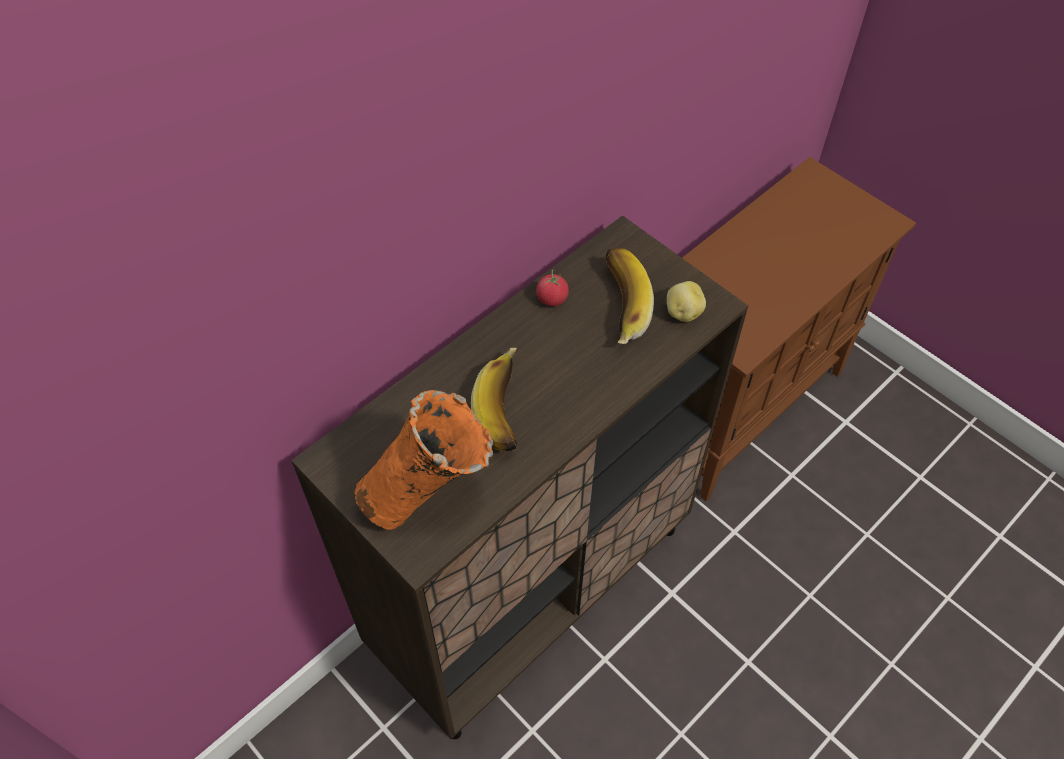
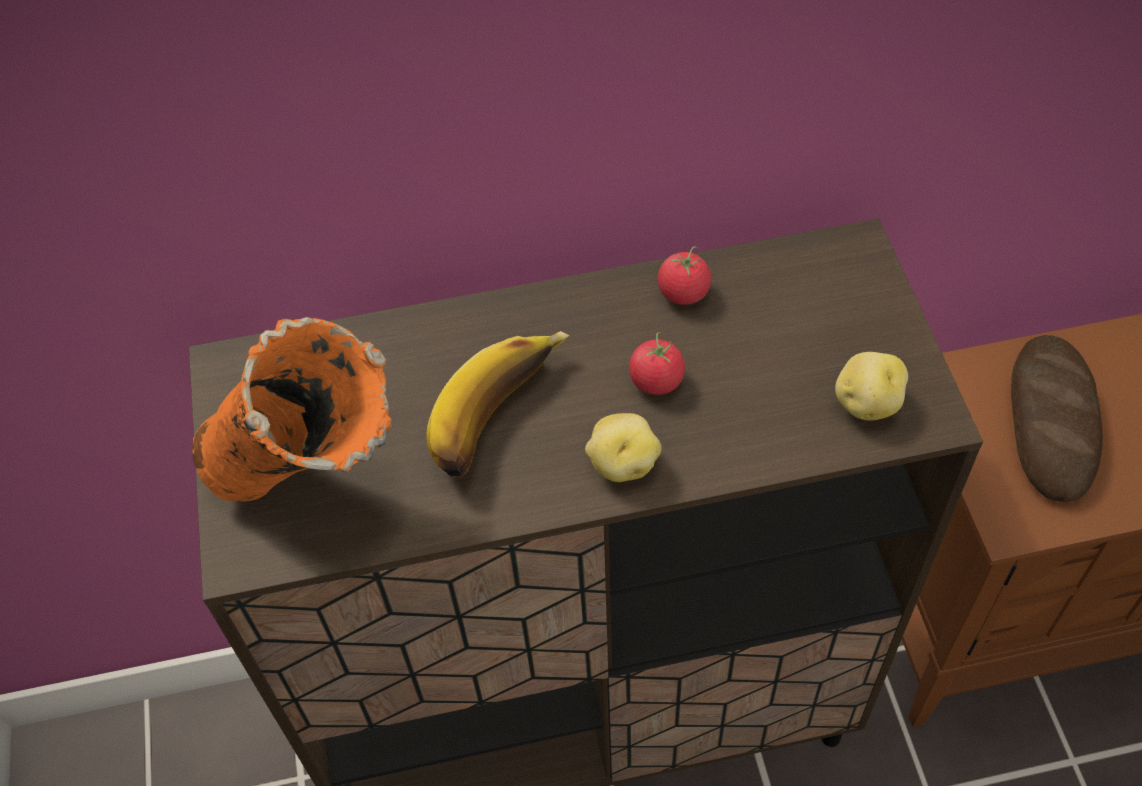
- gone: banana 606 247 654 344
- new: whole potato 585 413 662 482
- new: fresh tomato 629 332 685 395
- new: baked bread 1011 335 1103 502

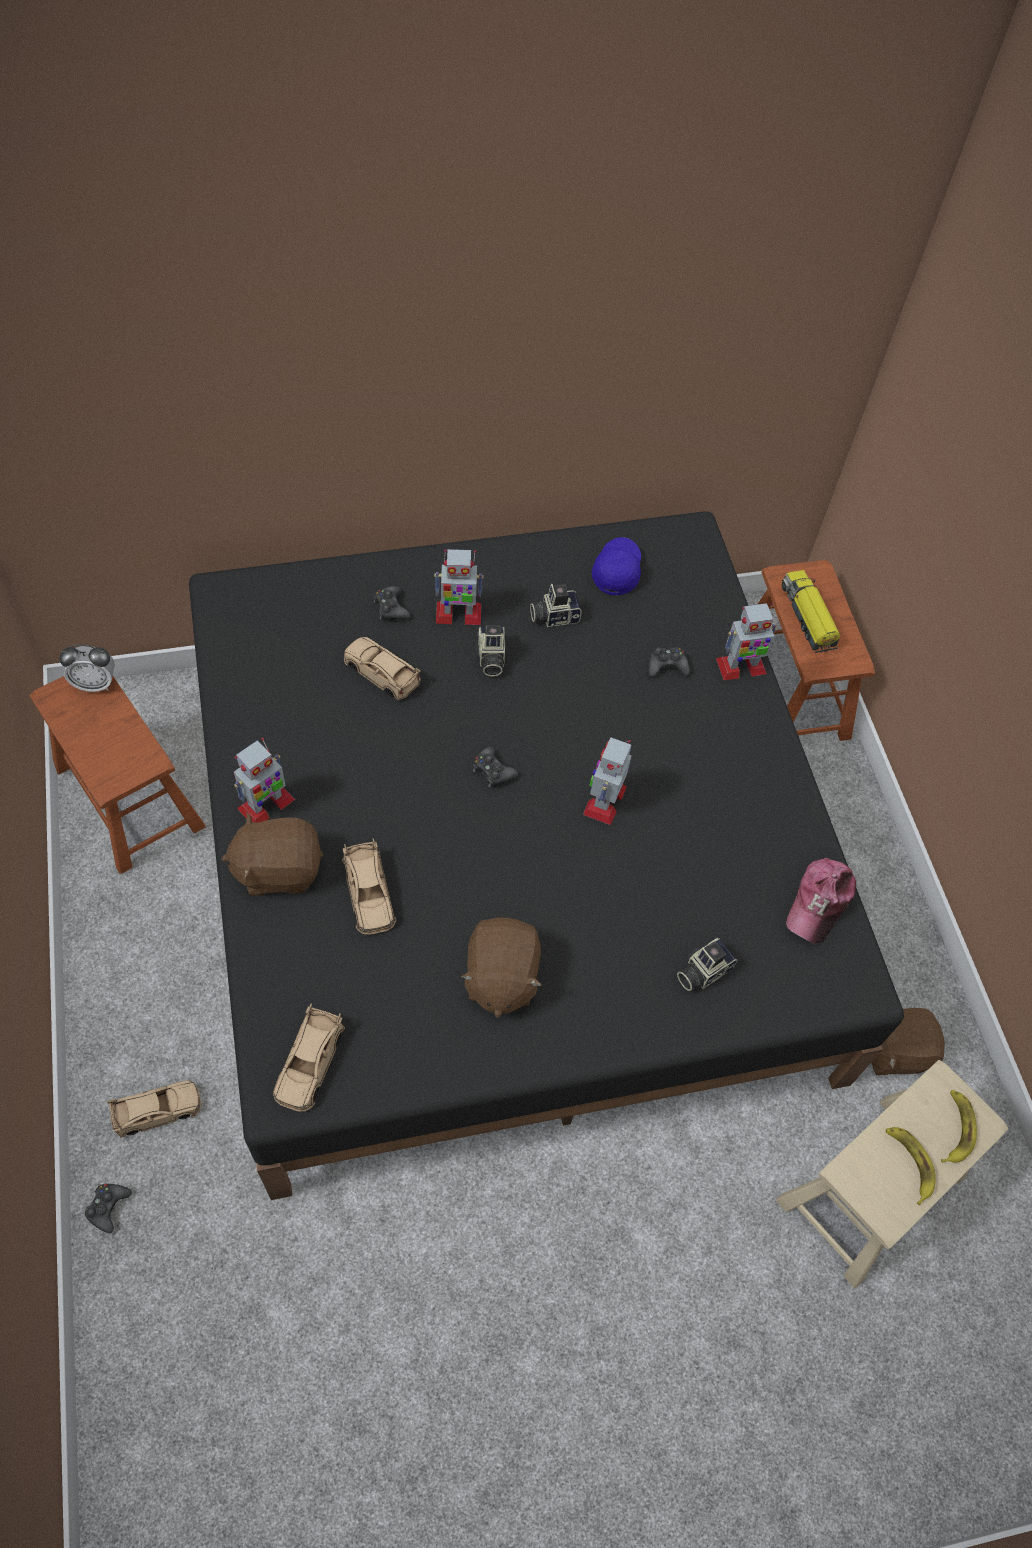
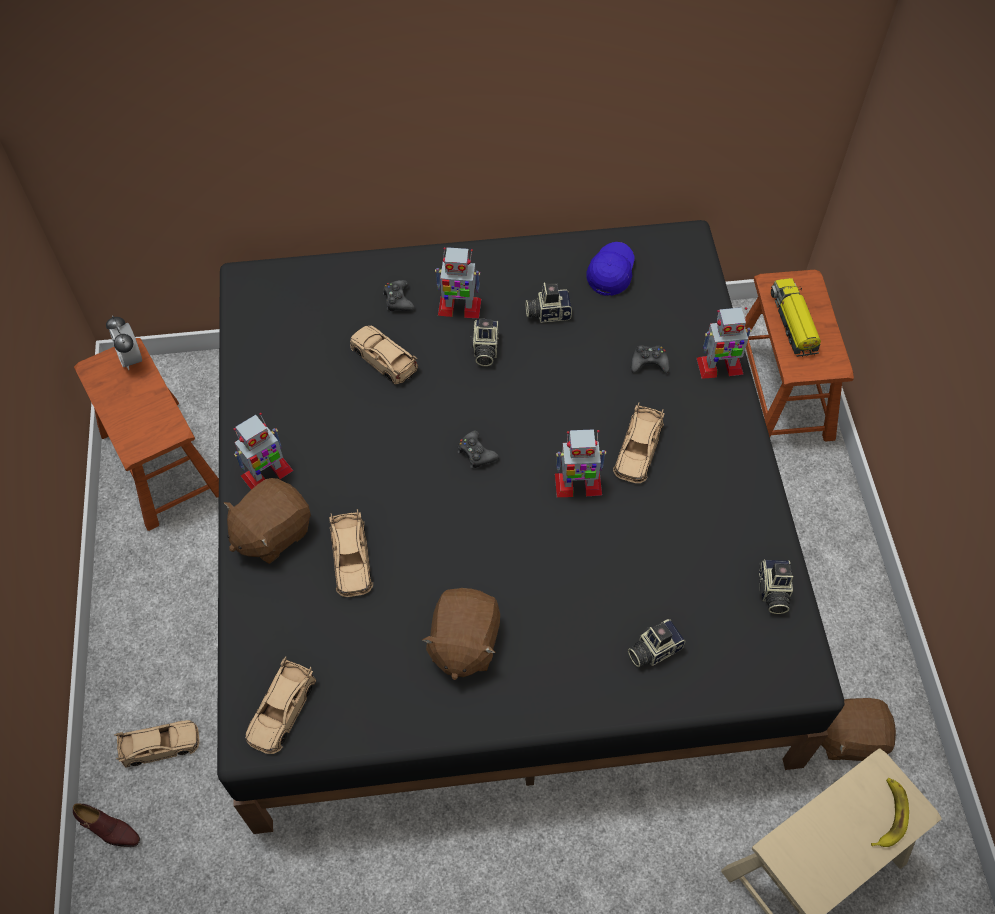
- gone: banana 886 1127 936 1205
- new: beige-coloured toy car 613 402 665 483
- swapped: black-coloured game controller 85 1184 132 1233 to brown-coloured low shoe 73 803 140 847
- swapped: peaked cap 786 858 856 943 to photo camera 759 560 793 614
- rotated: bedside clock 59 644 115 692 = 106 315 142 370 60 degrees clockwise
- rotated: brown-coloured cuddly toy 221 812 323 896 = 224 478 311 564 45 degrees counterclockwise
- rotated: toy robot 583 737 632 825 = 555 429 606 497 120 degrees counterclockwise

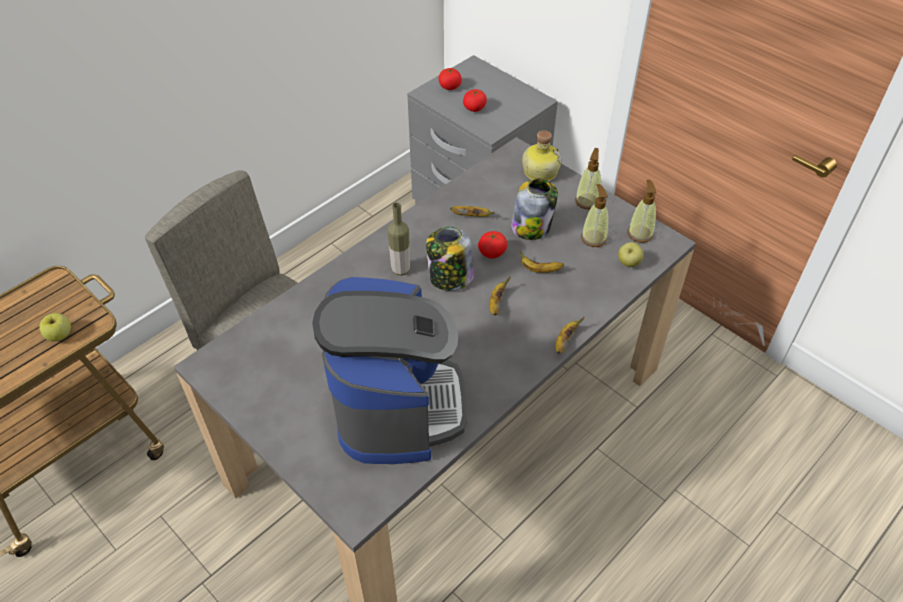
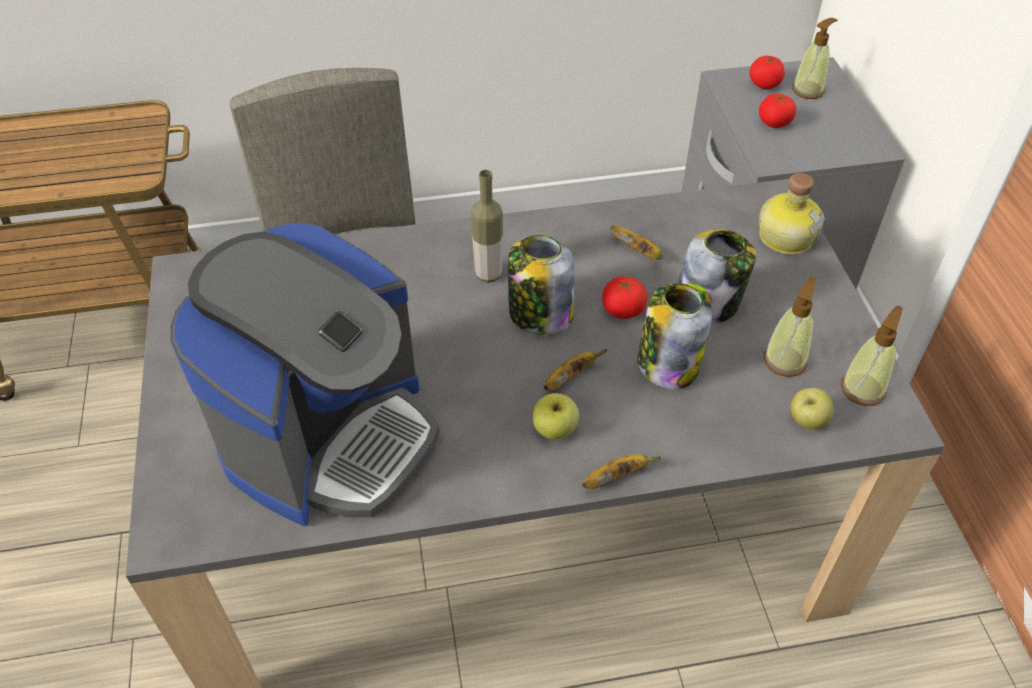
- shifted: whole apple 39 313 71 341 to 533 393 579 439
- shifted: soap dispenser 575 148 601 209 to 792 18 838 99
- swapped: banana 519 250 564 273 to jar 637 283 712 389

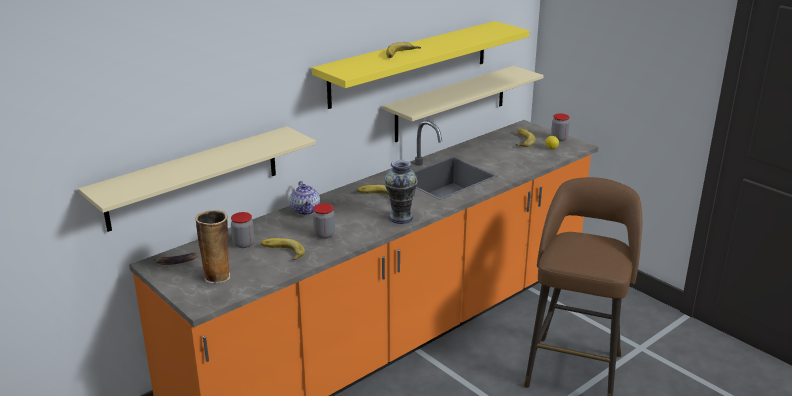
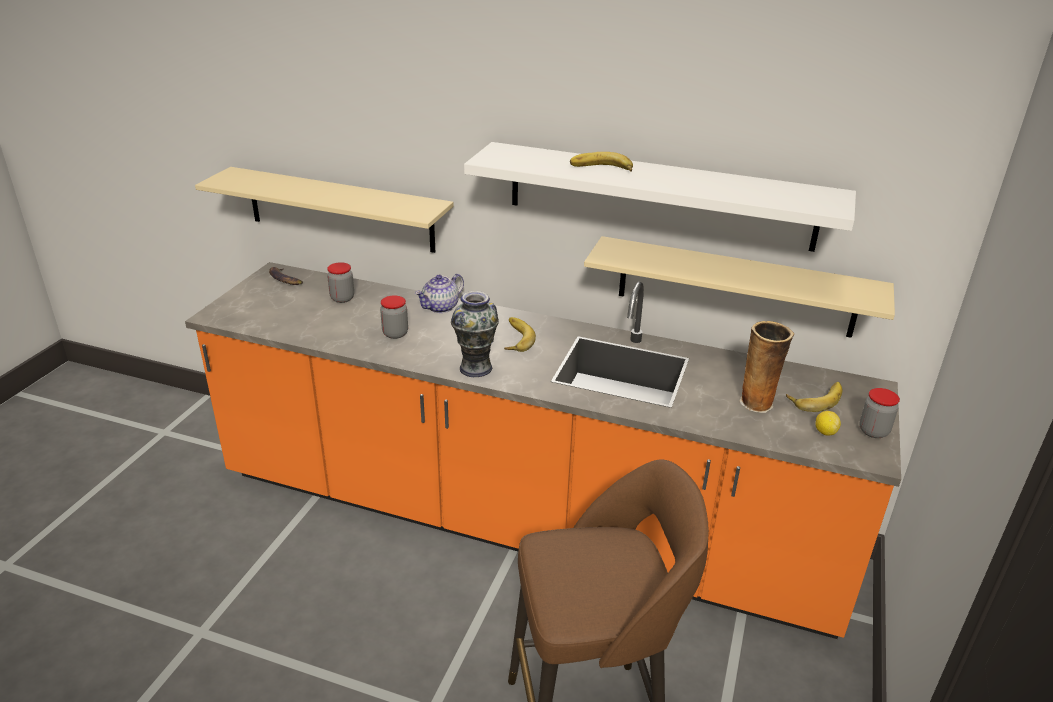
- gone: banana 261 238 305 260
- shifted: vase 196 210 230 283 to 739 321 794 413
- repainted: yellowish bracket shelf 312 21 529 109 to white-coloured bracket shelf 464 142 856 252

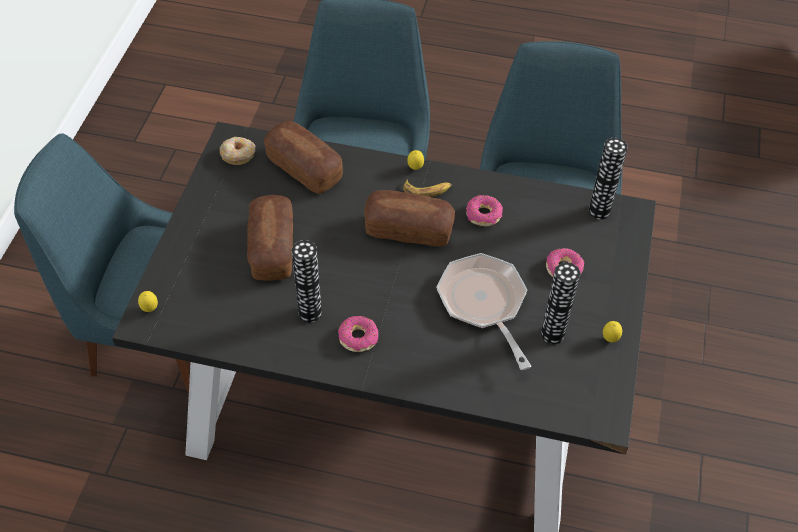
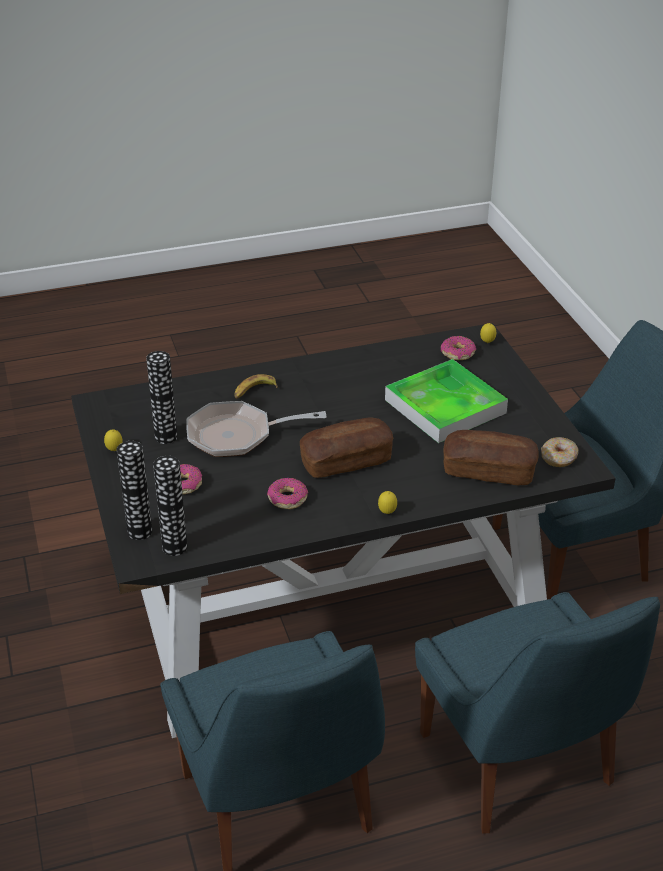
- shifted: vase 291 240 322 323 to 117 441 152 540
- shifted: donut 338 316 378 352 to 441 336 476 360
- shifted: banana 403 179 452 197 to 235 374 278 399
- swapped: baked bread 247 195 293 281 to serving tray 385 359 508 443
- rotated: pan 436 253 531 370 = 186 401 327 457 135 degrees clockwise

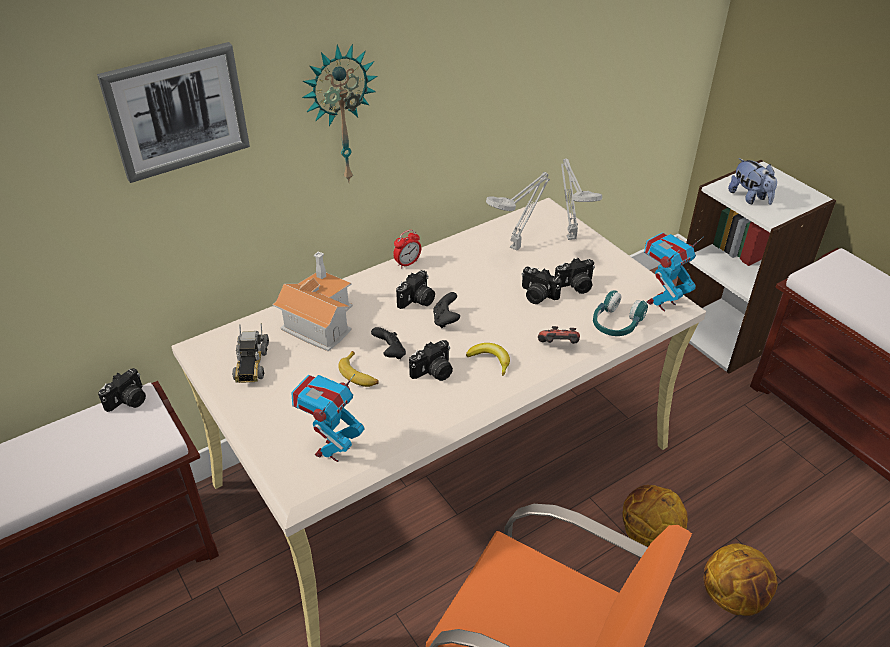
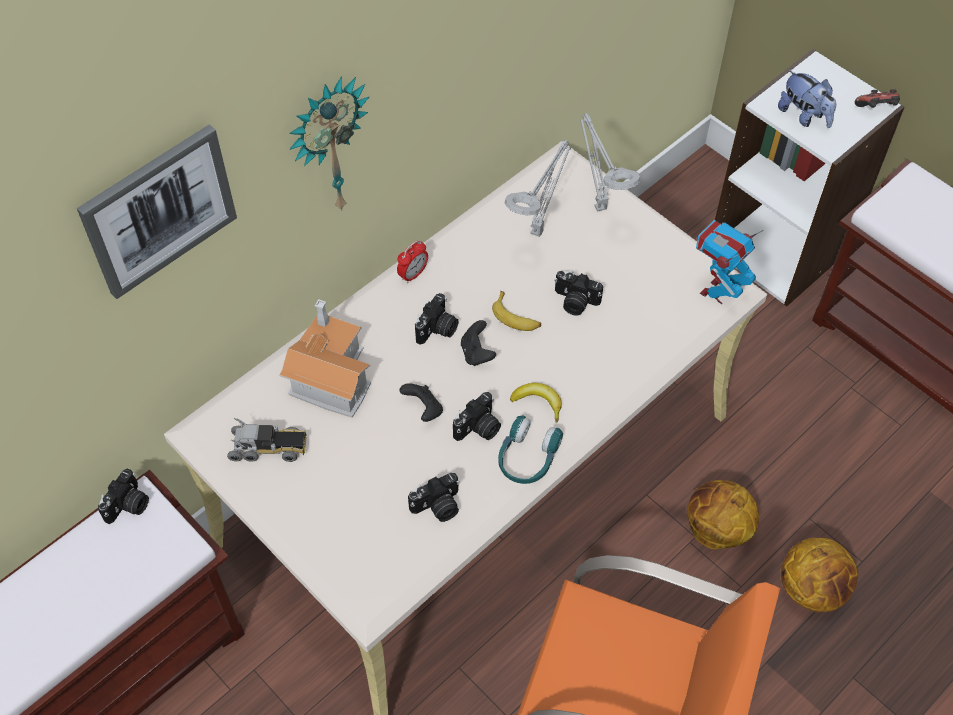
- gone: toy robot 291 374 364 462
- shifted: banana 338 351 379 387 to 492 291 541 331
- shifted: game controller 538 326 580 344 to 855 89 900 108
- shifted: photo camera 555 258 595 294 to 408 473 460 522
- shifted: blue-green headset 593 291 648 336 to 498 415 563 484
- rotated: toy lorry 232 323 269 383 = 227 418 307 462 75 degrees counterclockwise

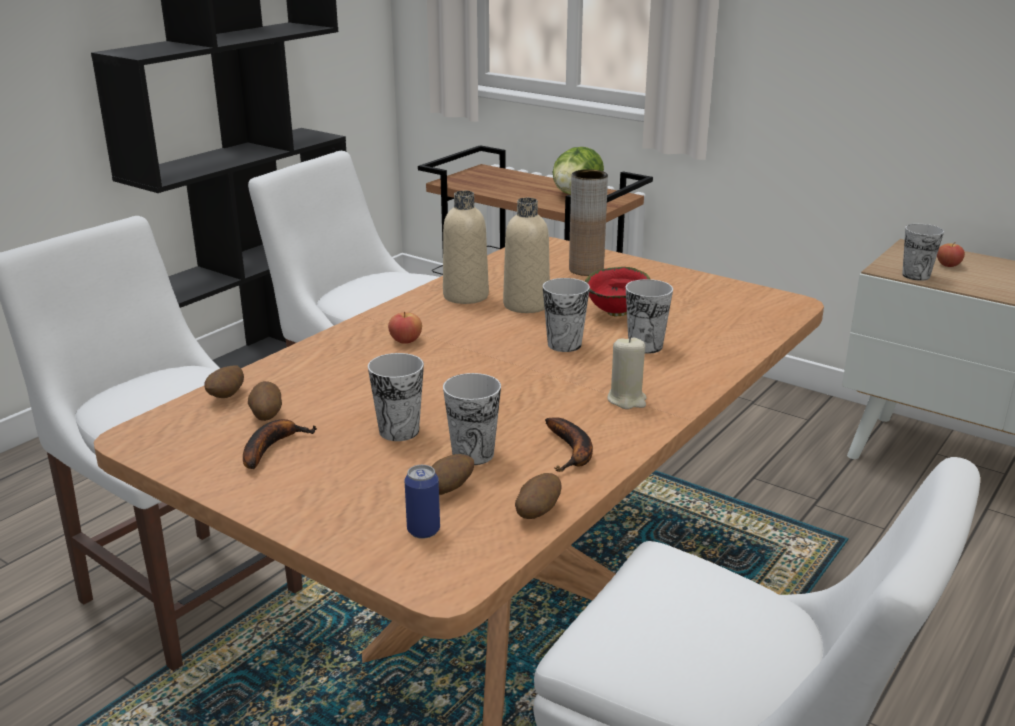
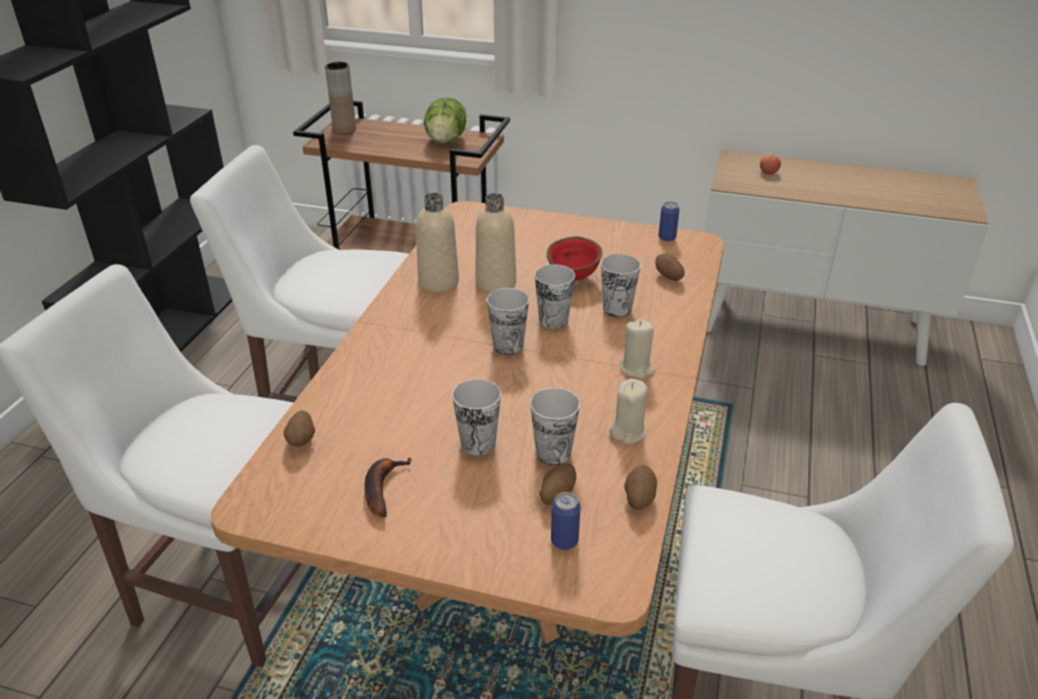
- gone: whole apple 388 311 422 344
- new: sealed can 659 201 679 242
- shifted: whole potato 248 381 282 421 to 655 254 685 281
- shifted: brown-coloured vase 569 169 608 276 to 325 62 356 134
- shifted: drinking cup 902 224 944 281 to 487 288 529 355
- swapped: banana 545 417 593 472 to beige-coloured candle 609 378 648 444

